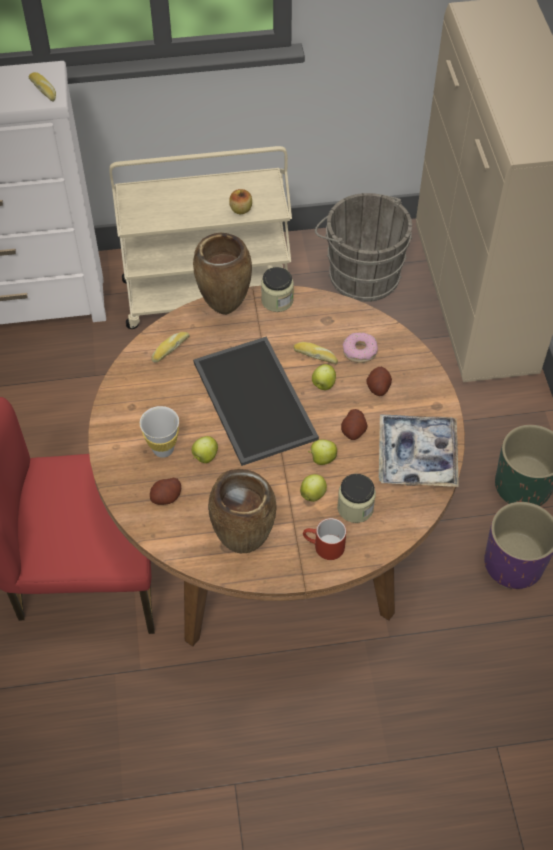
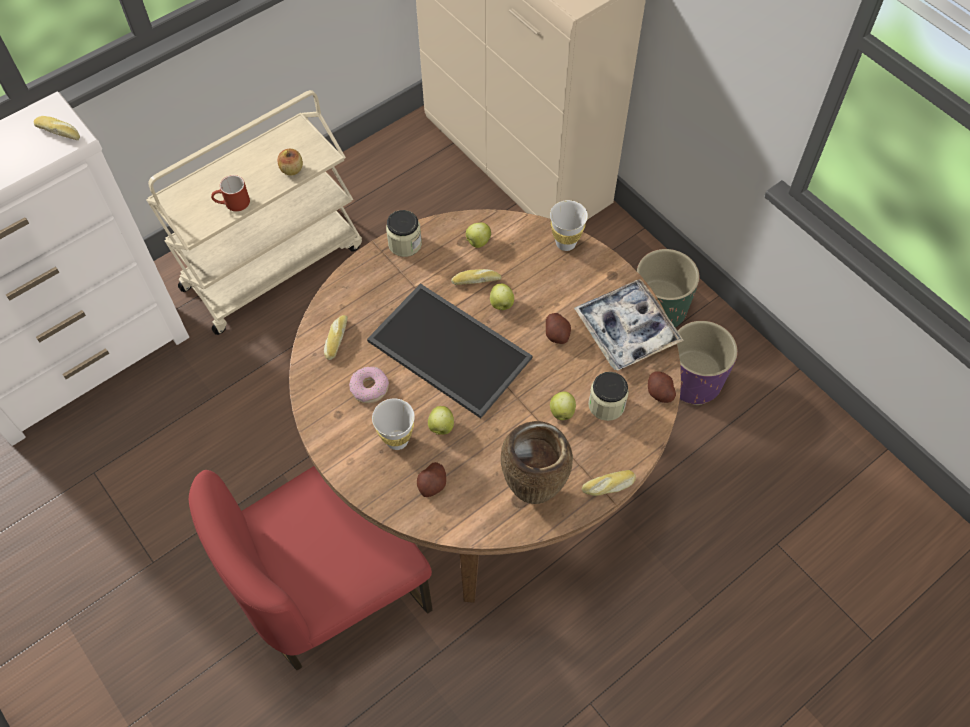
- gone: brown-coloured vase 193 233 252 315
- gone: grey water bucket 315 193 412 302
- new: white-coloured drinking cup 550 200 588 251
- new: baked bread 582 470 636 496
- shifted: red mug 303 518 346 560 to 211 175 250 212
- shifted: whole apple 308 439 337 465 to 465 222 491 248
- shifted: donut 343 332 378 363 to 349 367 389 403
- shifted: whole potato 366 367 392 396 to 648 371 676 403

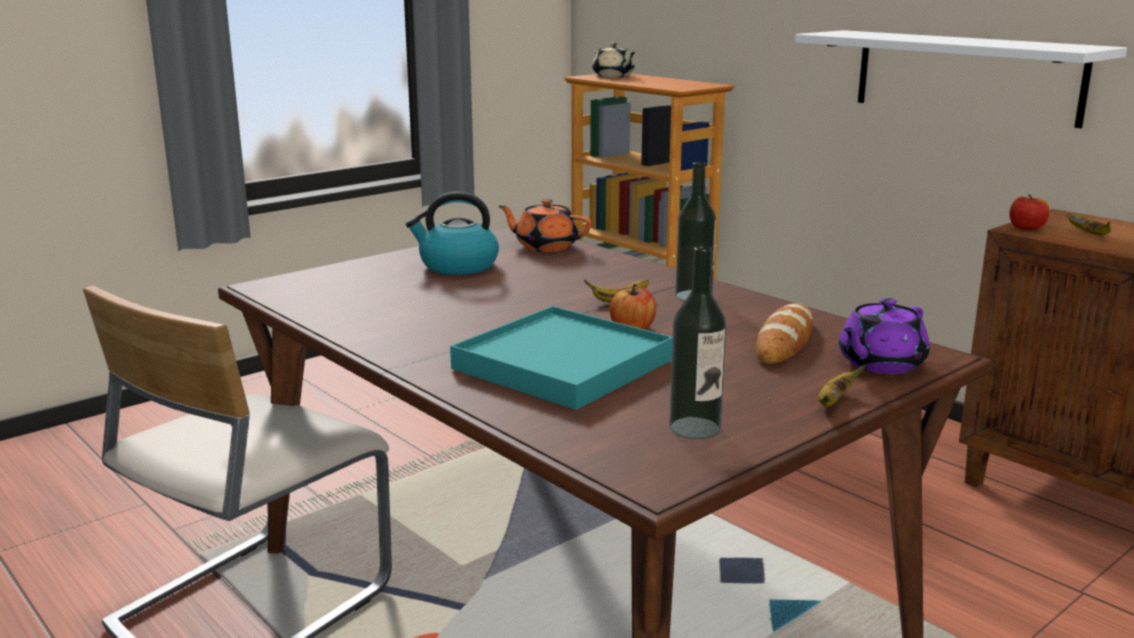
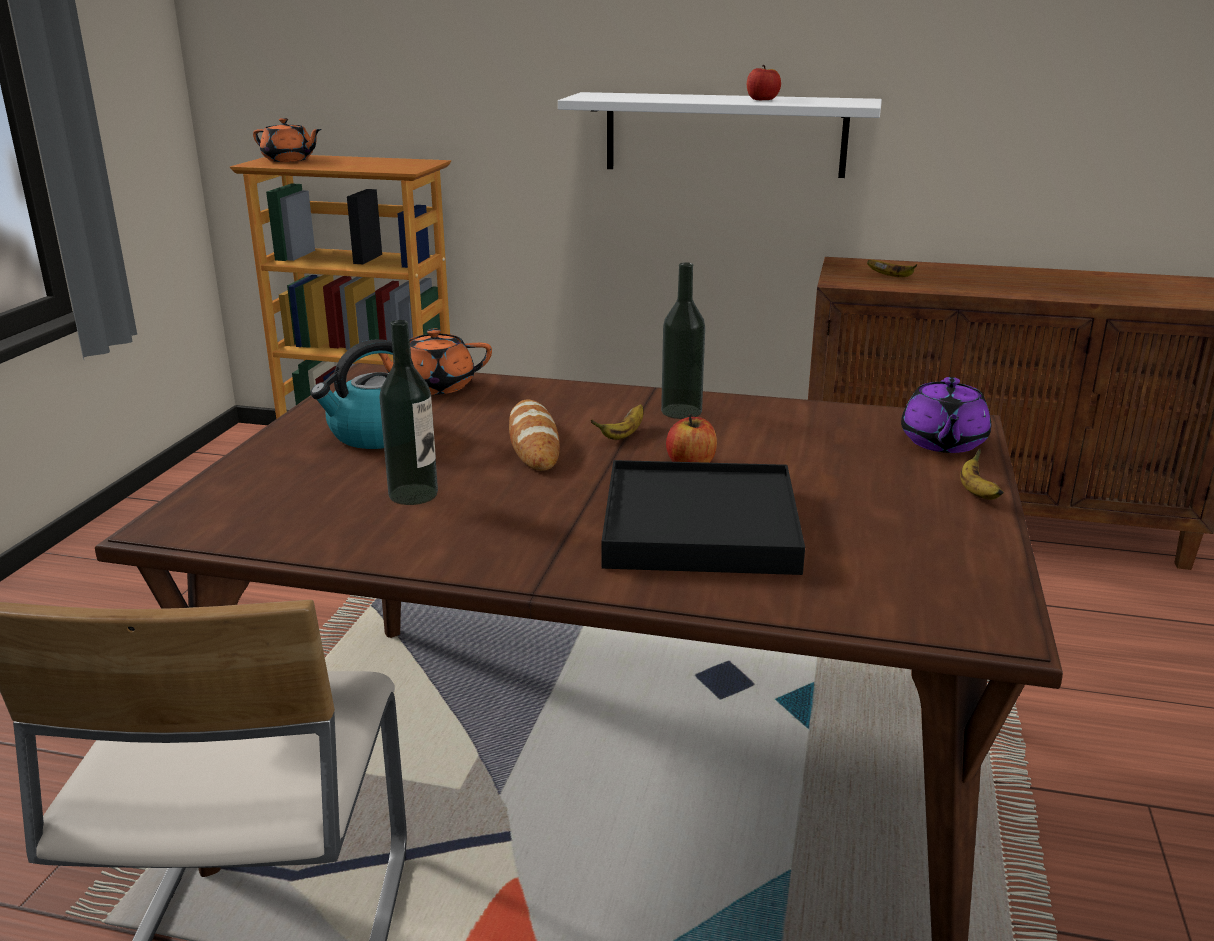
- shifted: drink bottle 669 246 726 439 to 379 320 438 505
- shifted: baked bread 756 303 813 364 to 509 400 560 471
- shifted: whole apple 1010 194 1049 230 to 747 65 781 100
- repainted: blue-green serving tray 450 306 673 410 to black-coloured serving tray 602 460 805 575
- repainted: beige-coloured teapot 592 42 636 77 to orangey teapot 253 118 322 162

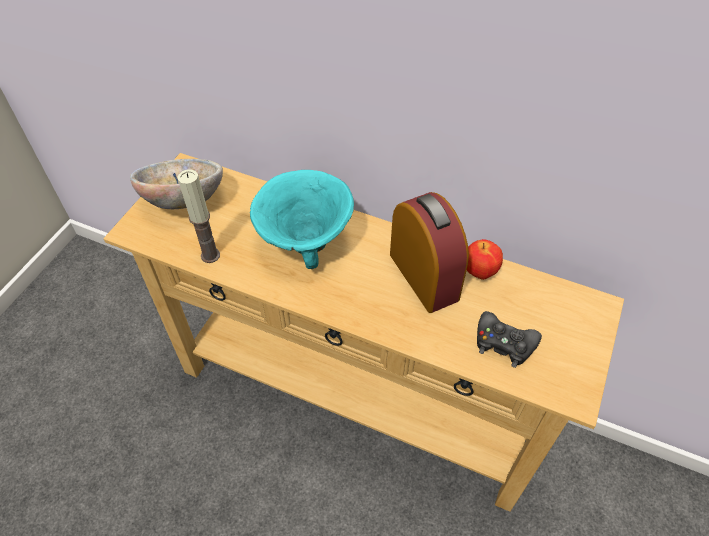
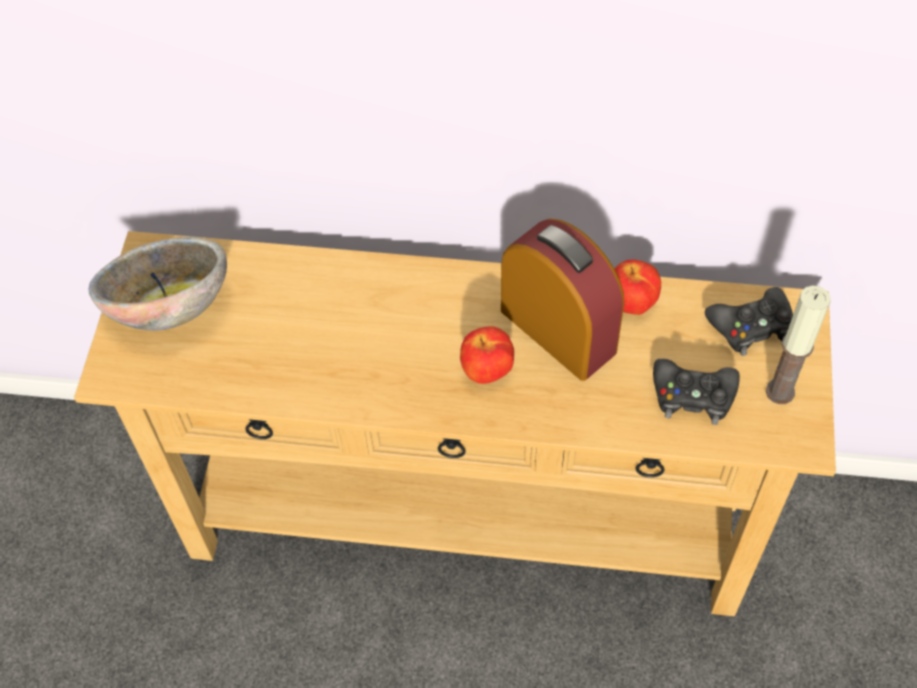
- gone: blue-green bowl 250 170 354 269
- new: whole apple 460 326 514 384
- new: black-coloured game controller 705 287 793 356
- shifted: candle 177 170 220 263 to 766 286 831 404

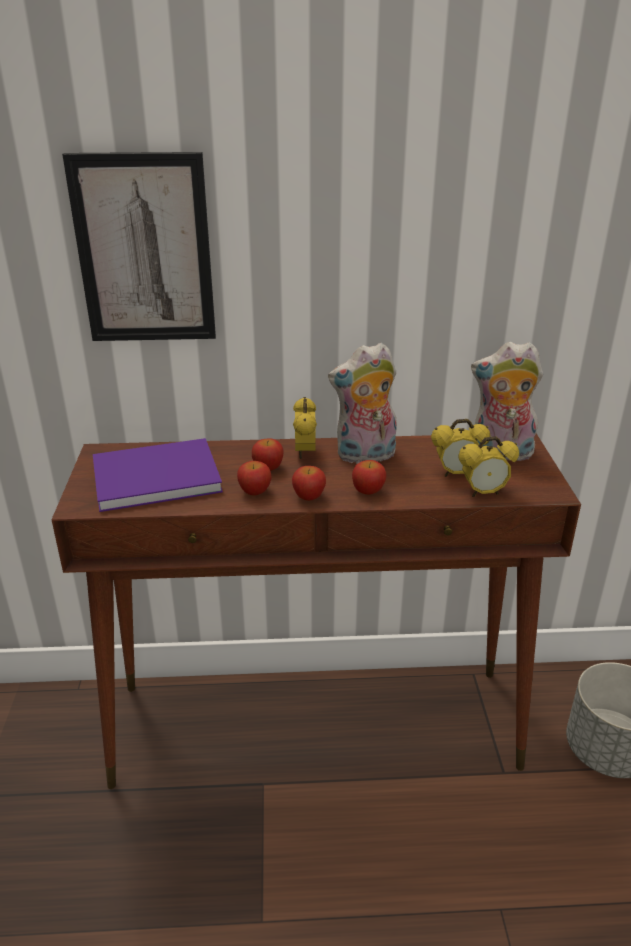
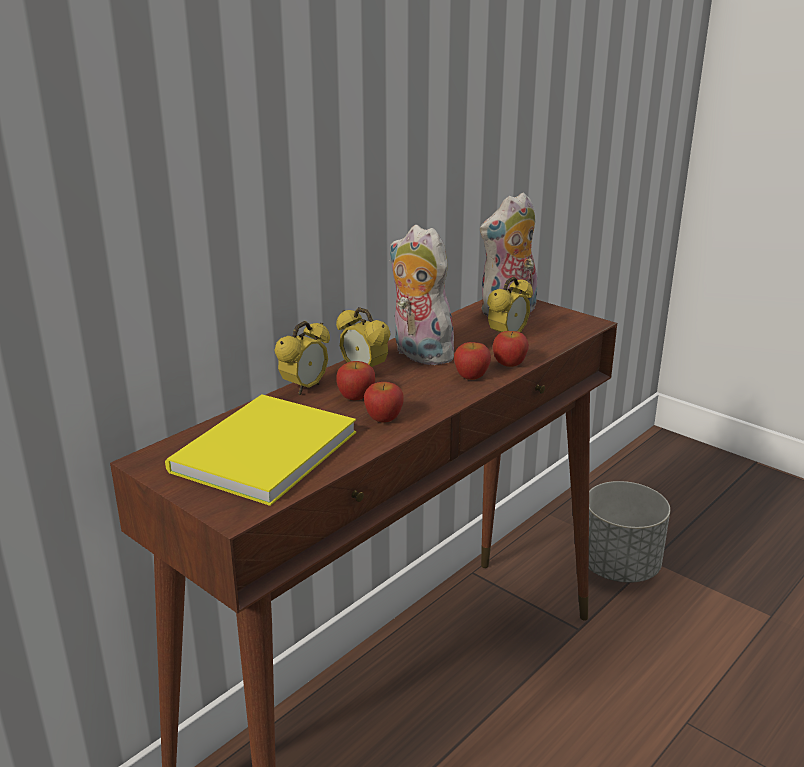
- gone: wall art 62 152 216 341
- shifted: whole apple 292 466 326 501 to 493 331 529 367
- shifted: bedside clock 458 436 519 497 to 275 321 330 395
- repainted: purplish book 93 438 223 512 to yellowish book 165 394 356 506
- rotated: cuddly toy 328 343 397 464 = 389 225 454 365 105 degrees clockwise

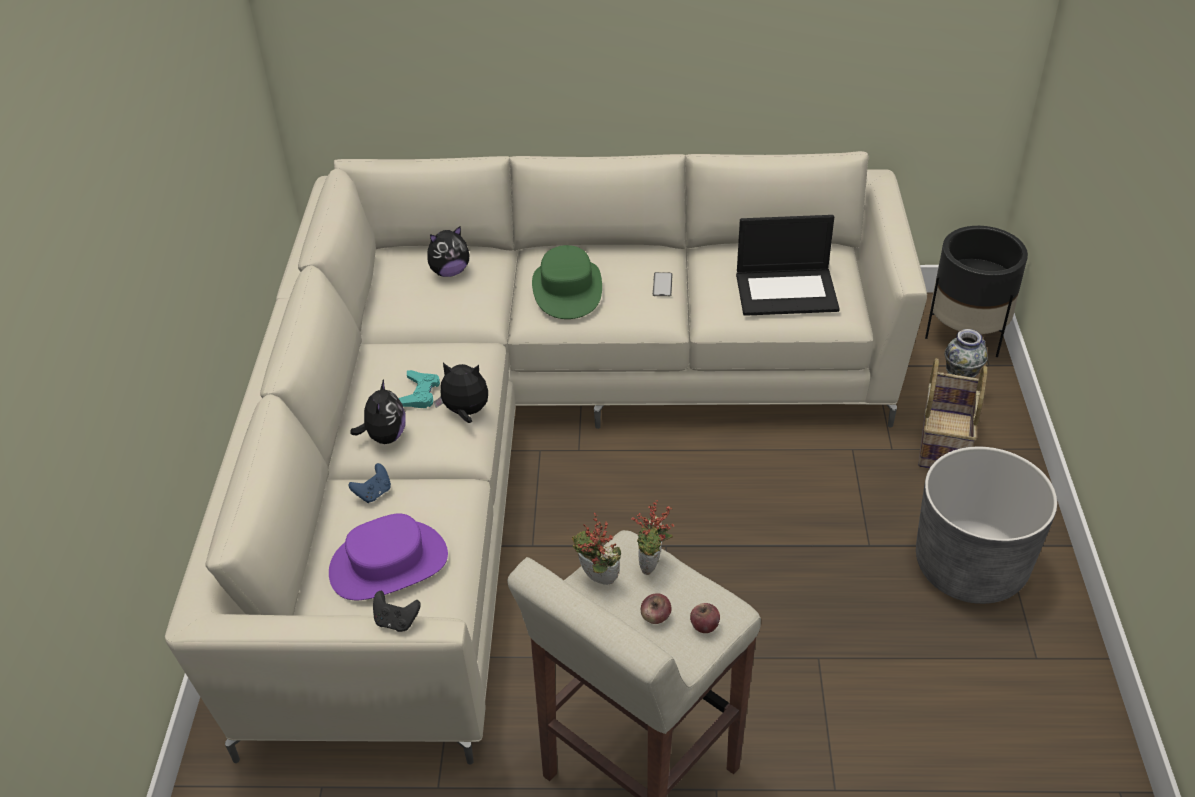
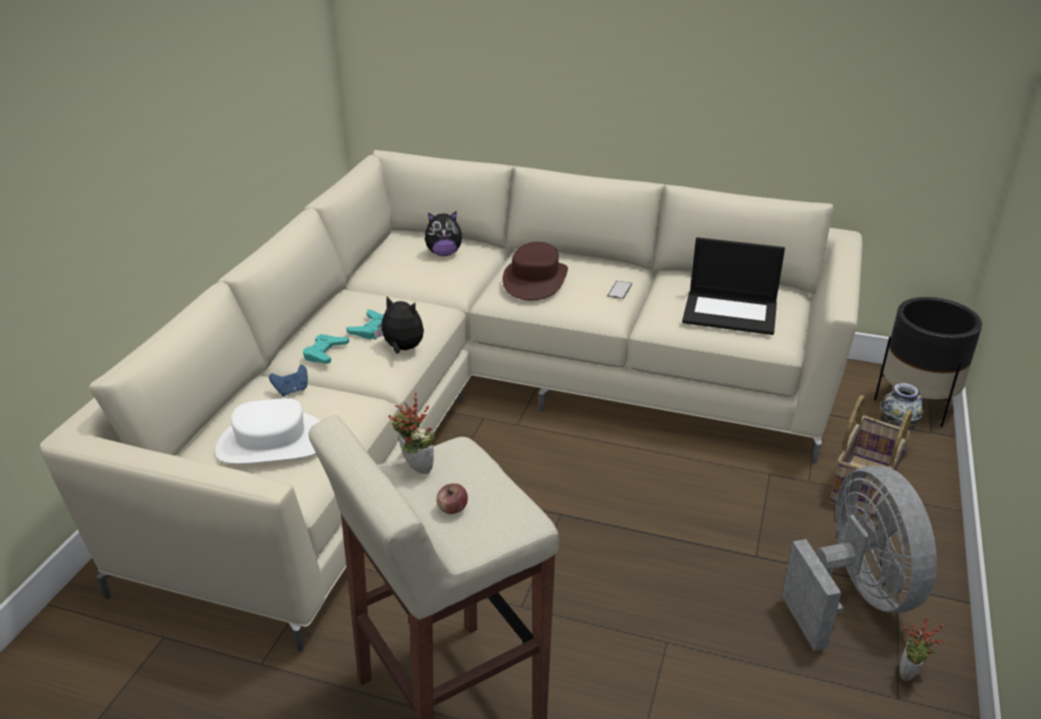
- gone: black-coloured game controller 373 591 421 632
- gone: whole apple 690 603 720 633
- shifted: plant in a pot 631 500 675 575 to 900 616 946 681
- swapped: cuddly toy 351 379 406 444 to blue-green game controller 303 334 349 364
- swapped: grey plant pot 916 447 1057 604 to grey cooling fan 782 466 937 651
- repainted: purplish clothing hat 329 513 448 600 to white-coloured clothing hat 215 398 320 464
- repainted: greenish clothing hat 532 245 602 319 to brown-coloured clothing hat 503 242 568 300

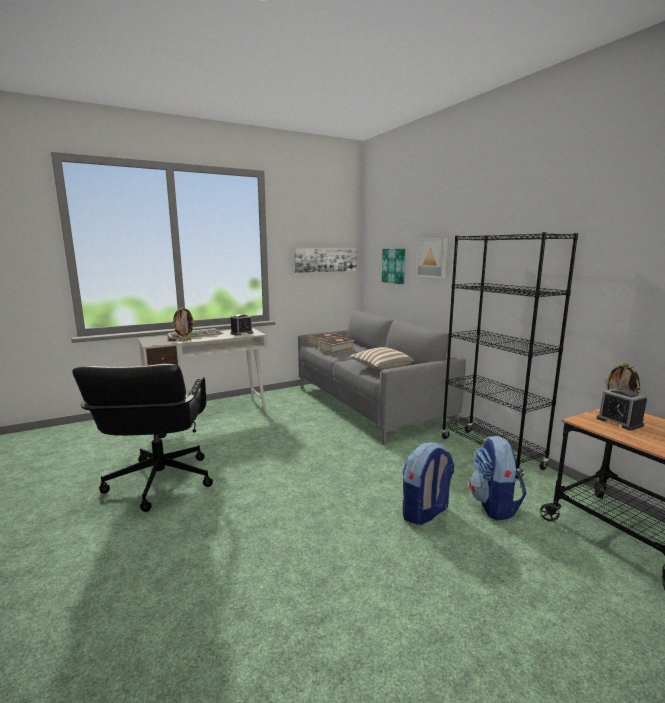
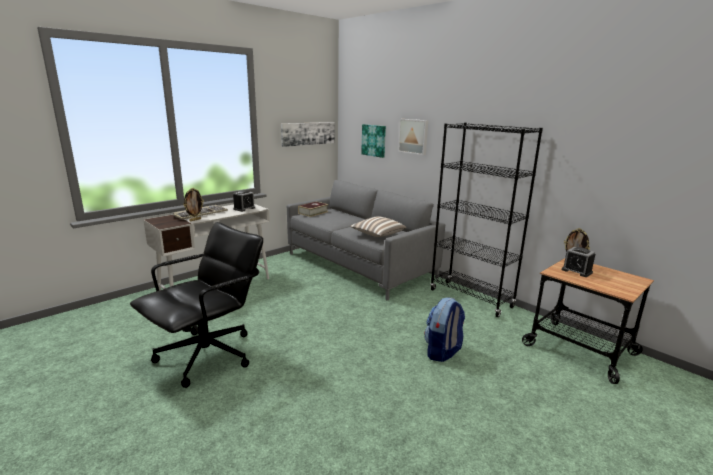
- gone: book 319 337 355 354
- gone: rucksack 469 436 527 520
- rotated: black-coloured office chair 72 364 213 512 = 130 222 263 388 120 degrees counterclockwise

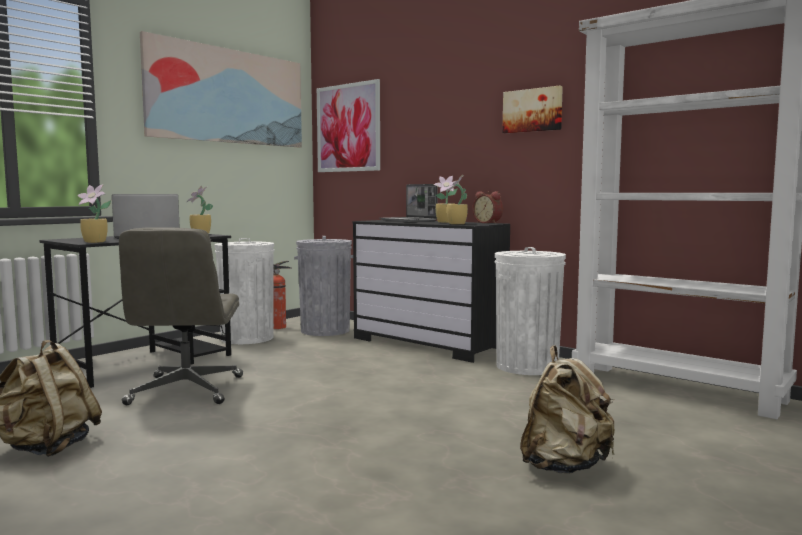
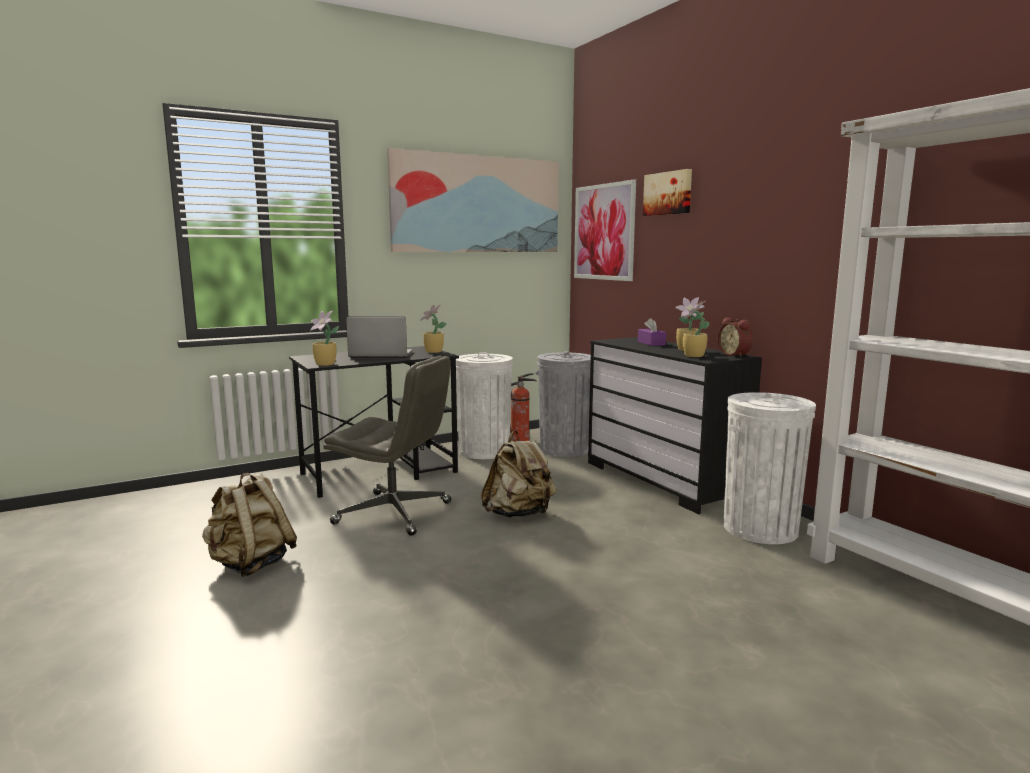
- shifted: wall art 502 86 563 133 to 643 169 692 216
- shifted: beige-coloured rucksack 520 345 615 473 to 481 431 556 518
- swapped: portable computer 379 184 438 222 to purplish tissue box 638 318 666 346
- rotated: grey office chair 119 227 243 405 = 323 356 451 536 90 degrees counterclockwise

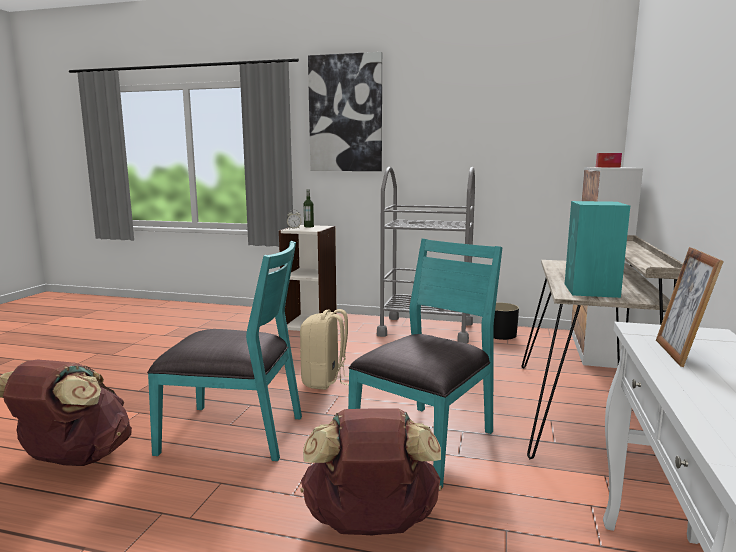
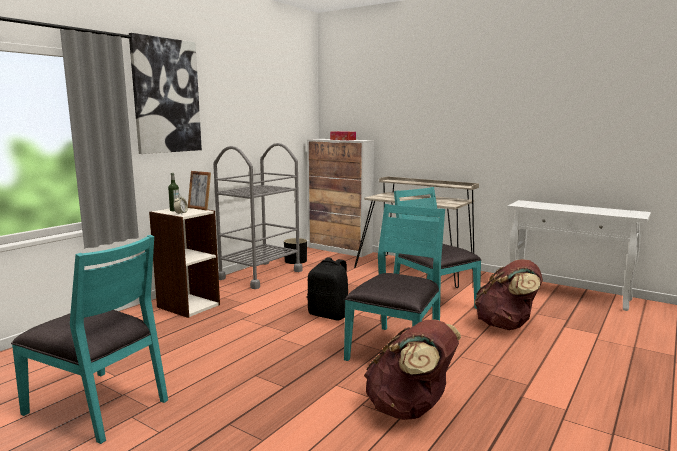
- gone: blue-green speaker 565 201 630 298
- new: blue-green upright chair 11 235 168 444
- shifted: picture frame 656 247 724 367 to 188 171 211 210
- repainted: beige-coloured rucksack 300 309 349 390 to black-coloured rucksack 307 257 348 320

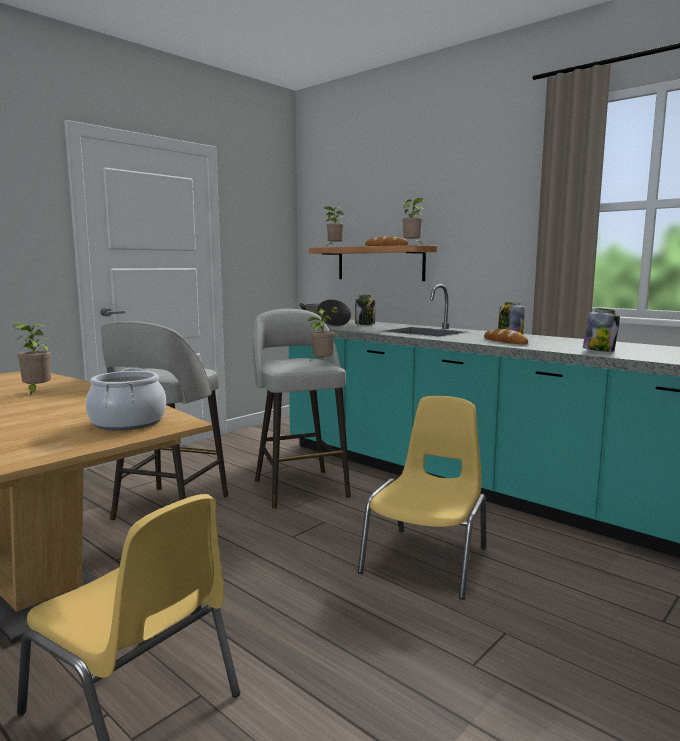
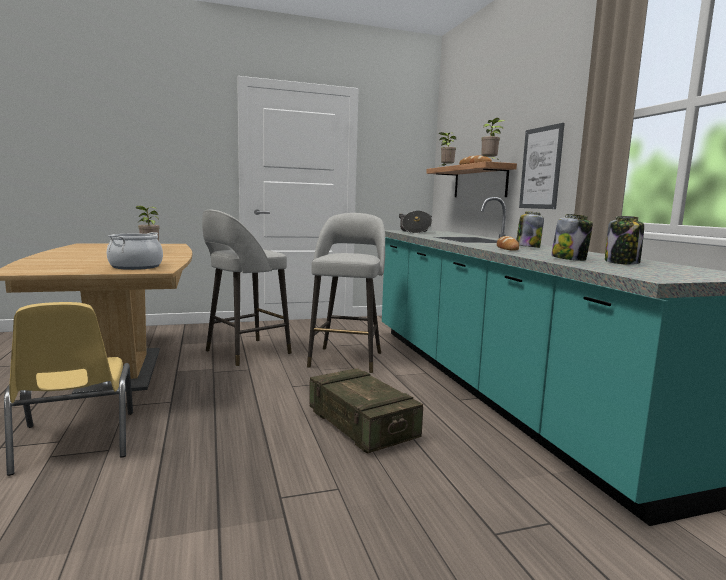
- gone: plant in a pot 308 309 335 358
- new: wall art 519 123 565 209
- shifted: jar 355 295 375 325 to 605 216 644 265
- swapped: yellowish upright chair 358 396 486 600 to shipping crate 309 368 423 454

